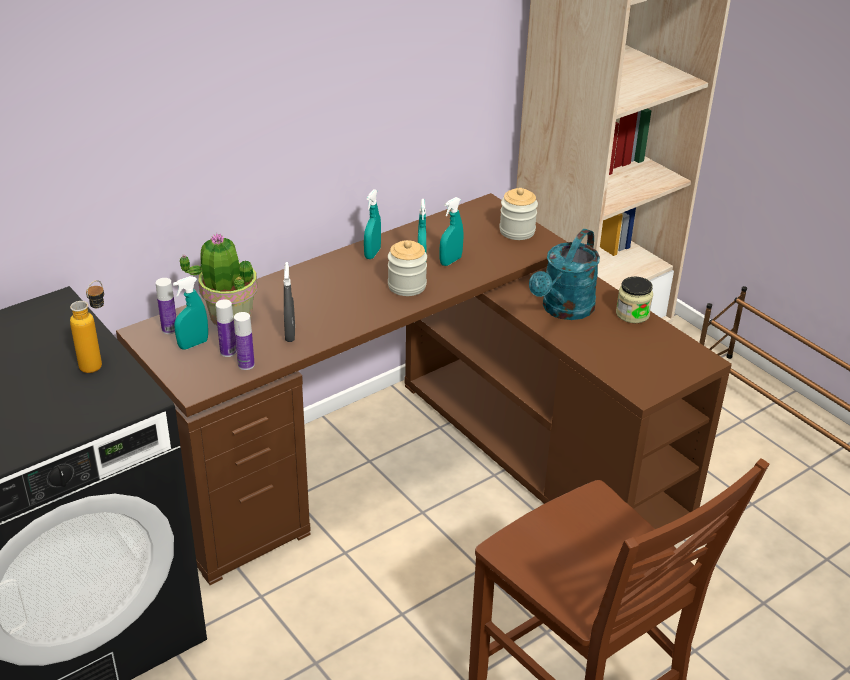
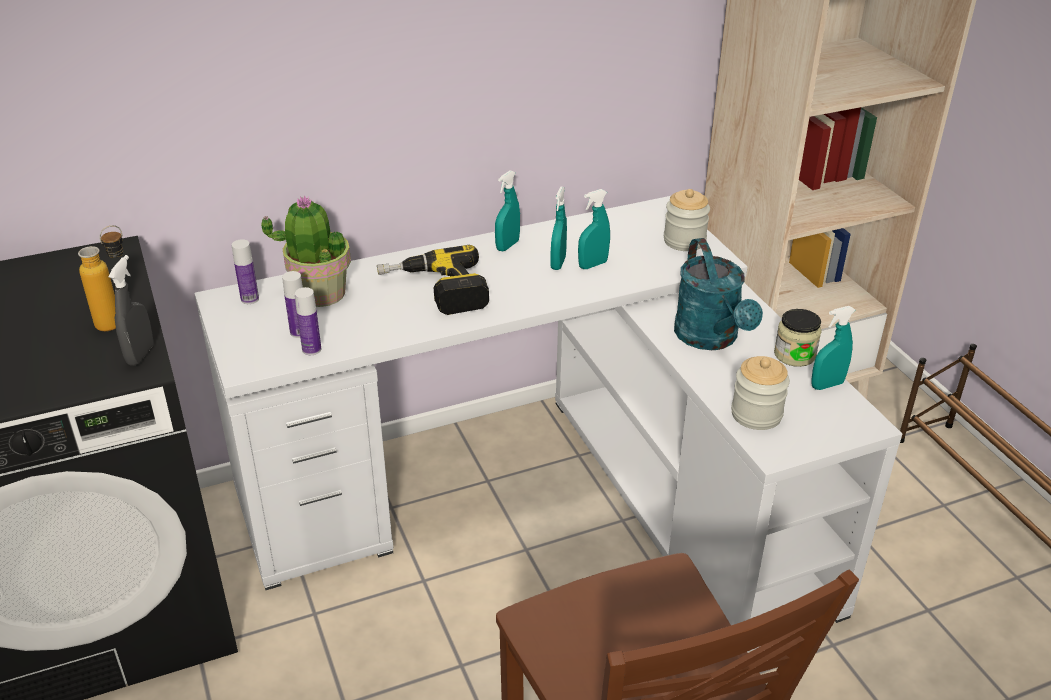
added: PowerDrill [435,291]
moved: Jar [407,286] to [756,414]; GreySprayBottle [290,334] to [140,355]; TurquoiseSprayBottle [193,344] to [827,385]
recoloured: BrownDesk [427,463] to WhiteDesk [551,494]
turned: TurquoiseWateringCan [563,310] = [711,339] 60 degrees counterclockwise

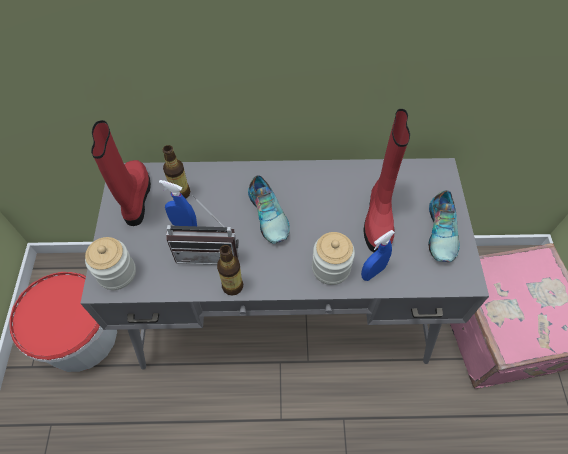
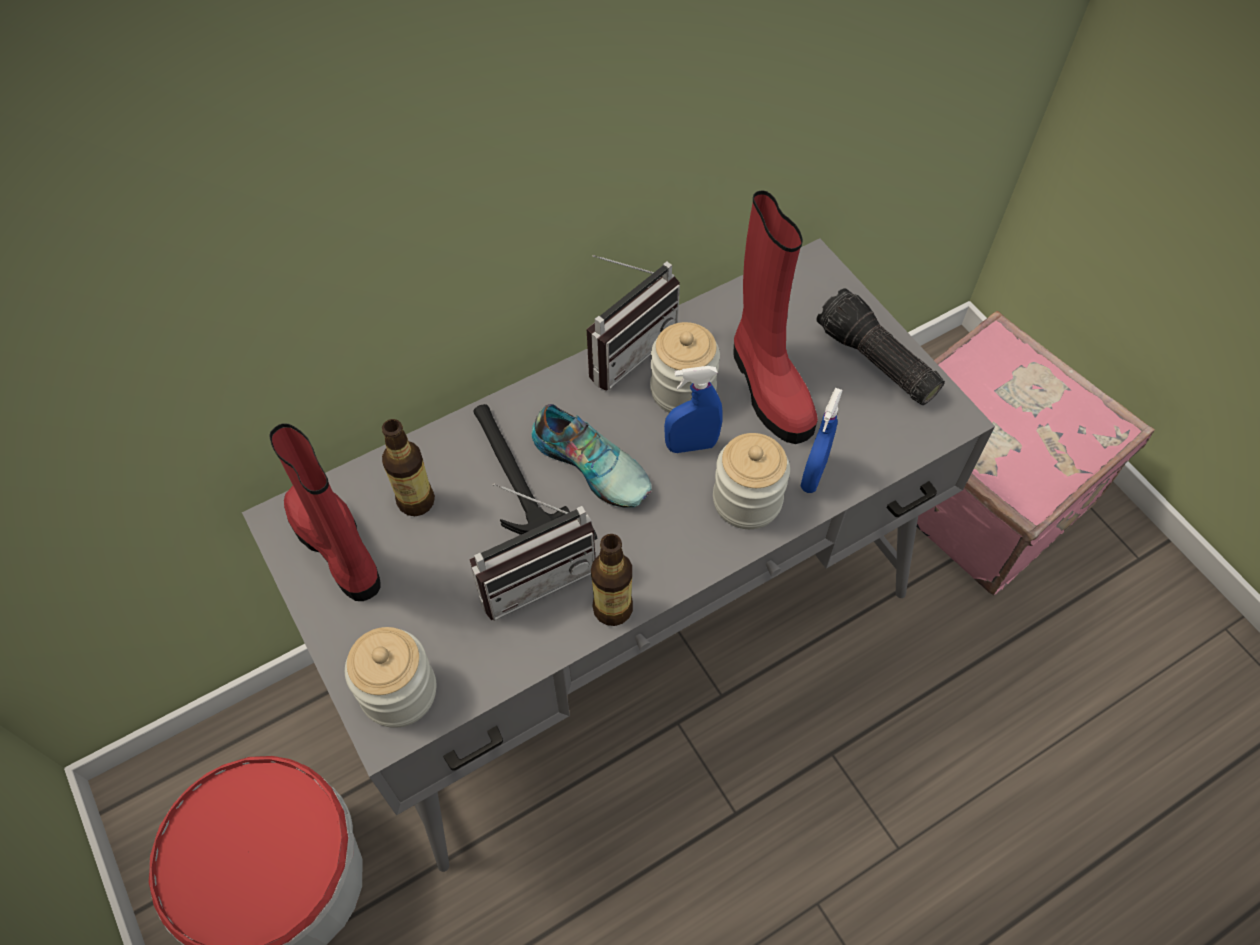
added: Radio [625,348]; Jar [682,390]; Hammer [510,471]
moved: BlueSprayBottle [184,225] to [691,445]
replaced: Shoe [442,231] to Flashlight [874,361]

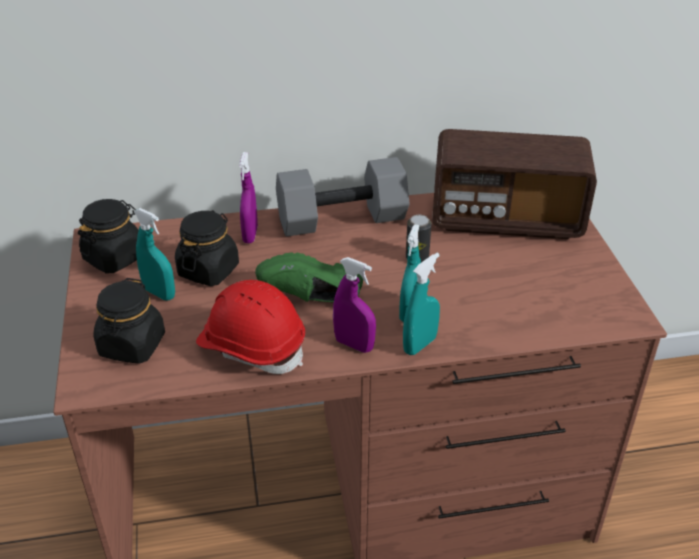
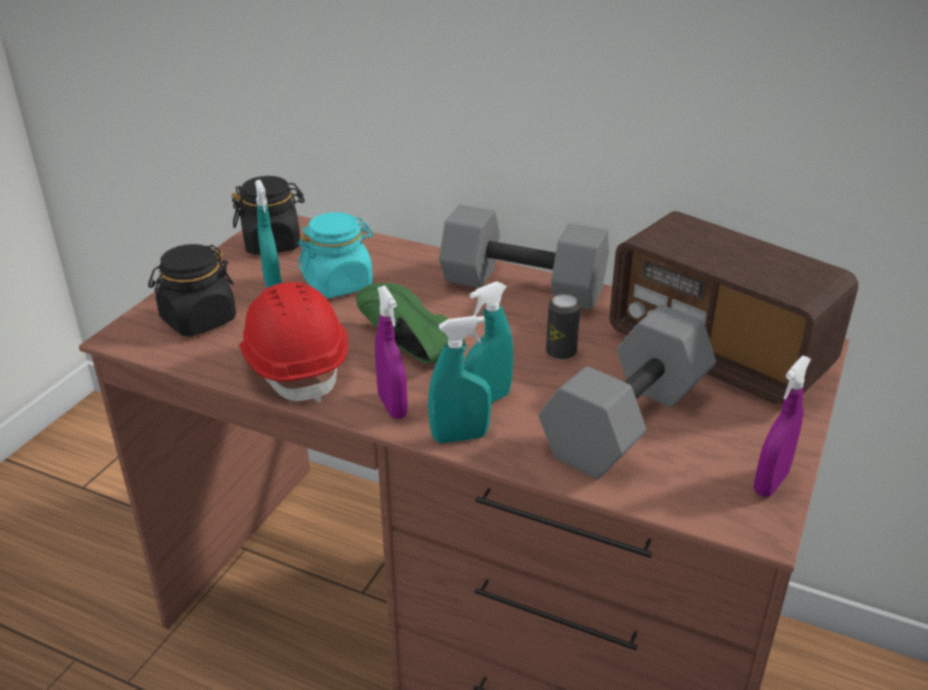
added: GreyDumbbell [625,419]
moved: PurpleSprayBottle [250,235] to [770,483]
recoloured: BlackJar [208,270] to TurquoiseJar [338,284]

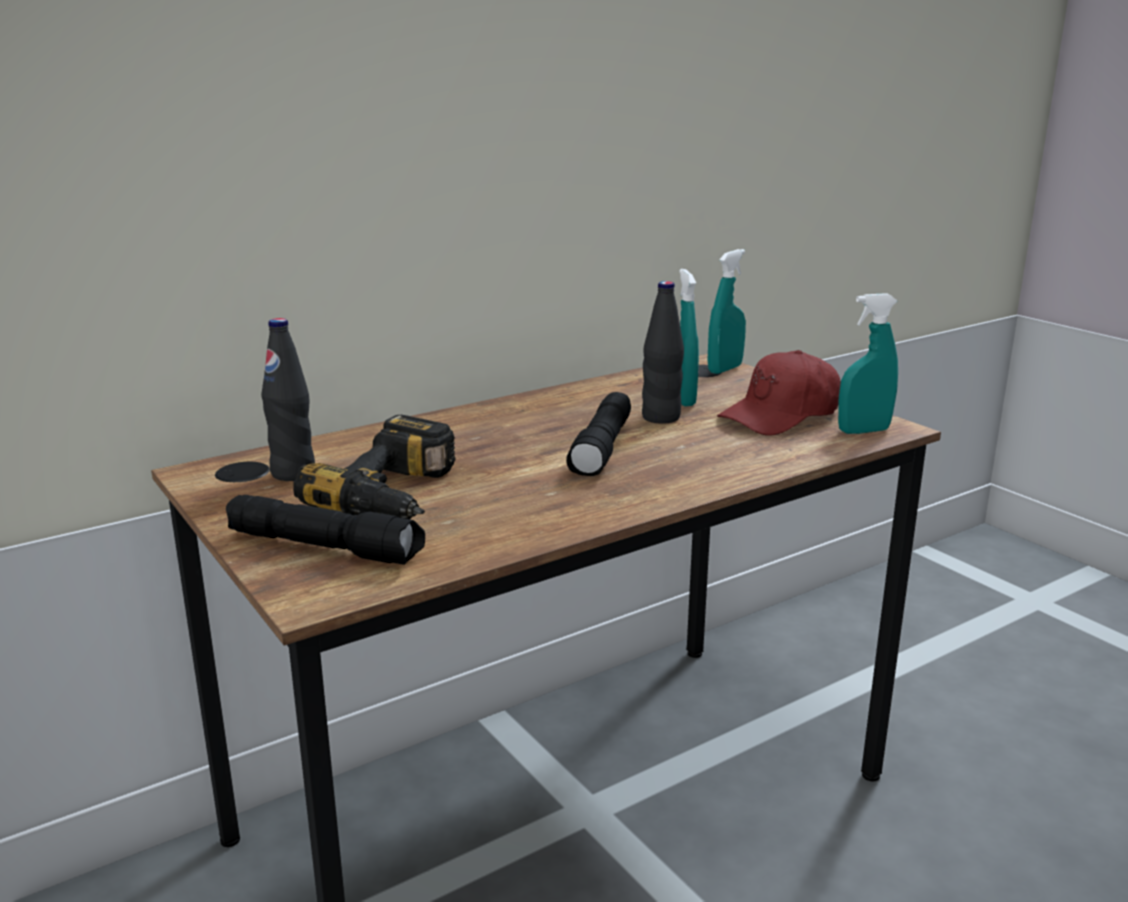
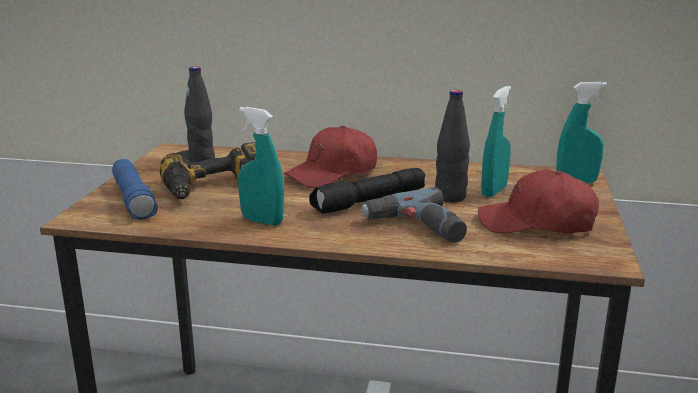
added: RedCap [333,173]; PowerDrill [416,228]
moved: TurquoiseSprayBottle [863,431] to [262,221]
recoloured: BlackFlashlight [327,547] to BlueFlashlight [135,199]

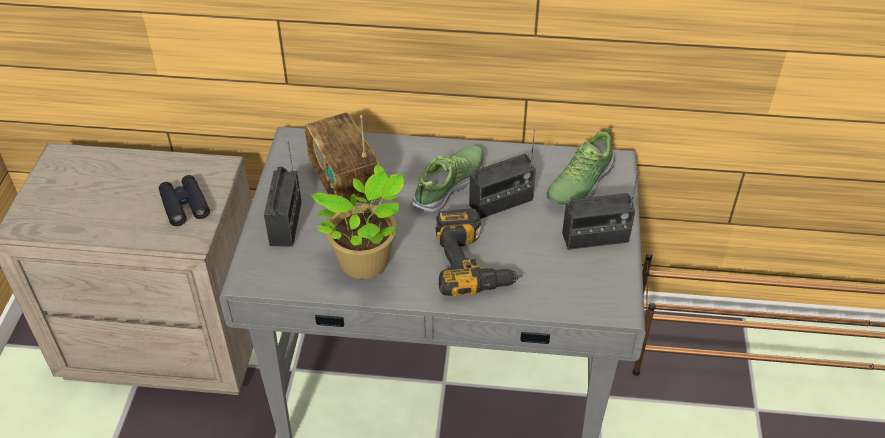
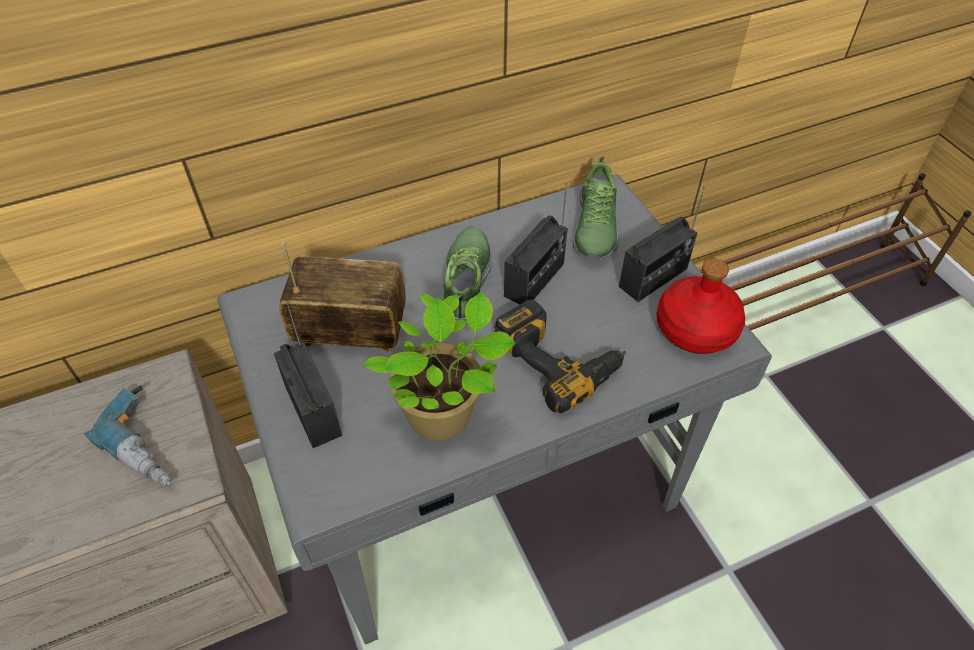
added: RedBottle [694,329]
replaced: BlackBinoculars [184,205] to PowerDrill [151,442]
turned: Radio [345,185] = [351,332] 150 degrees clockwise

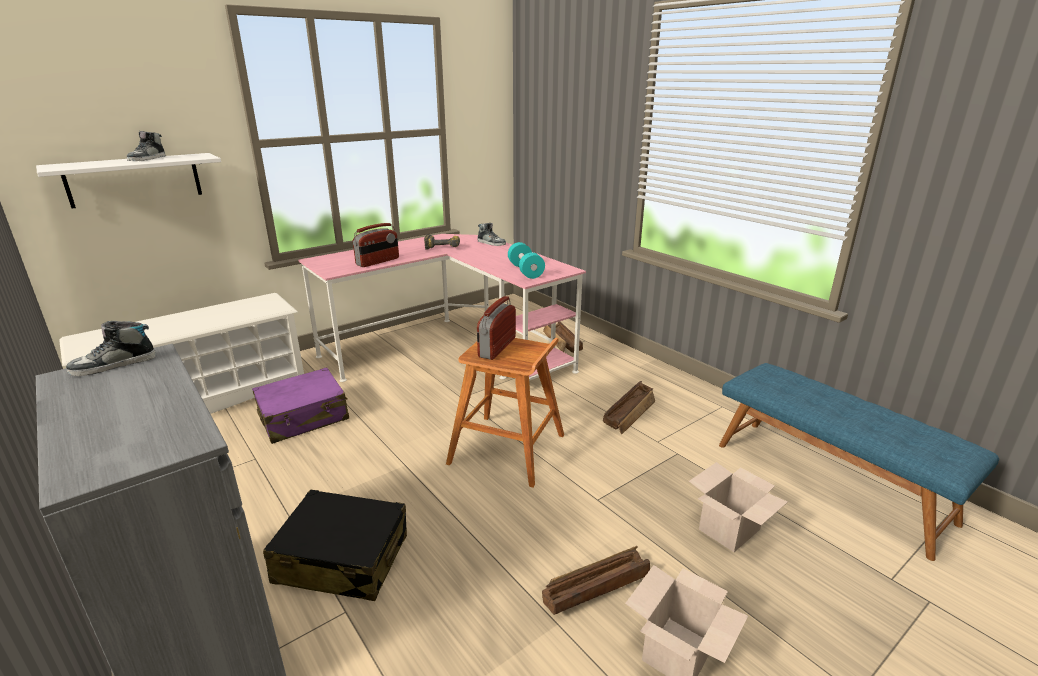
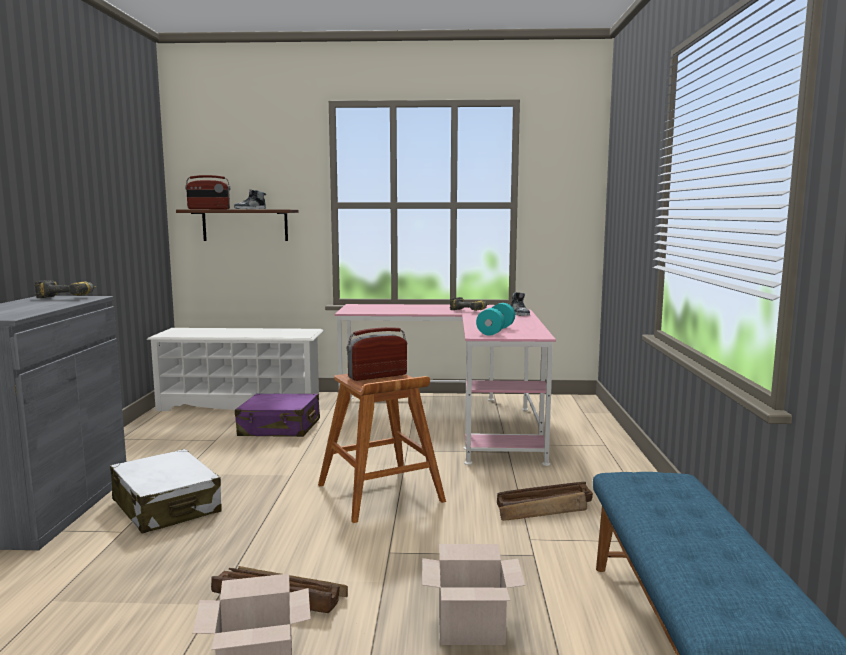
removed: Crate [562,342]
moved: Radio [378,262] to [209,209]
replaced: Shoe [114,365] to PowerDrill [69,297]
recoloured: WhiteShelf [134,180] to BrownShelf [245,225]; BlackSuitcase [342,559] to WhiteSuitcase [166,506]

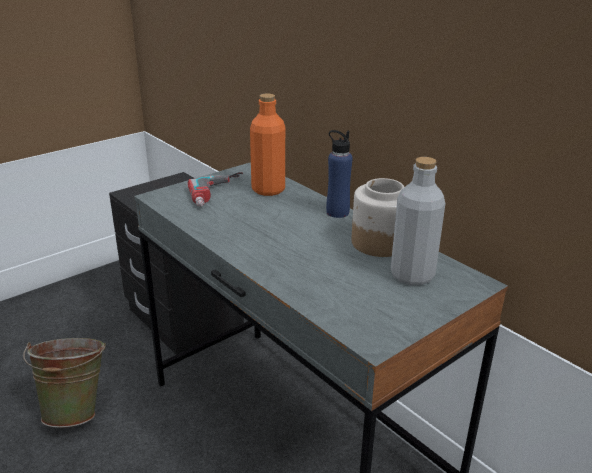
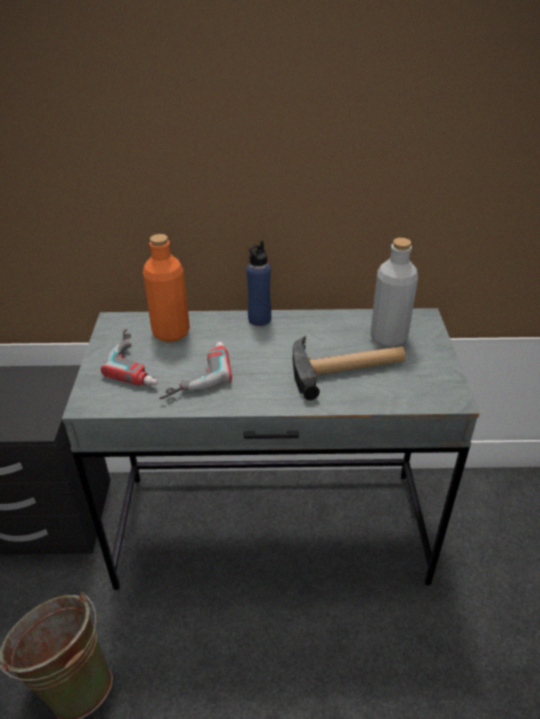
removed: Jar [379,242]
added: Hammer [348,368]; PowerDrill [194,374]

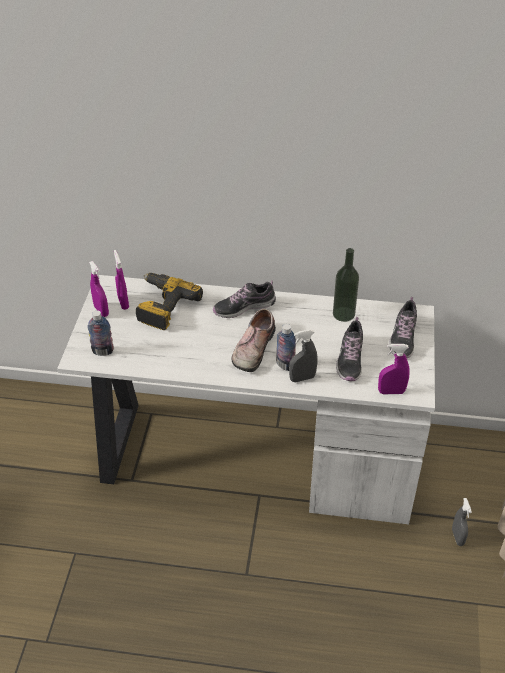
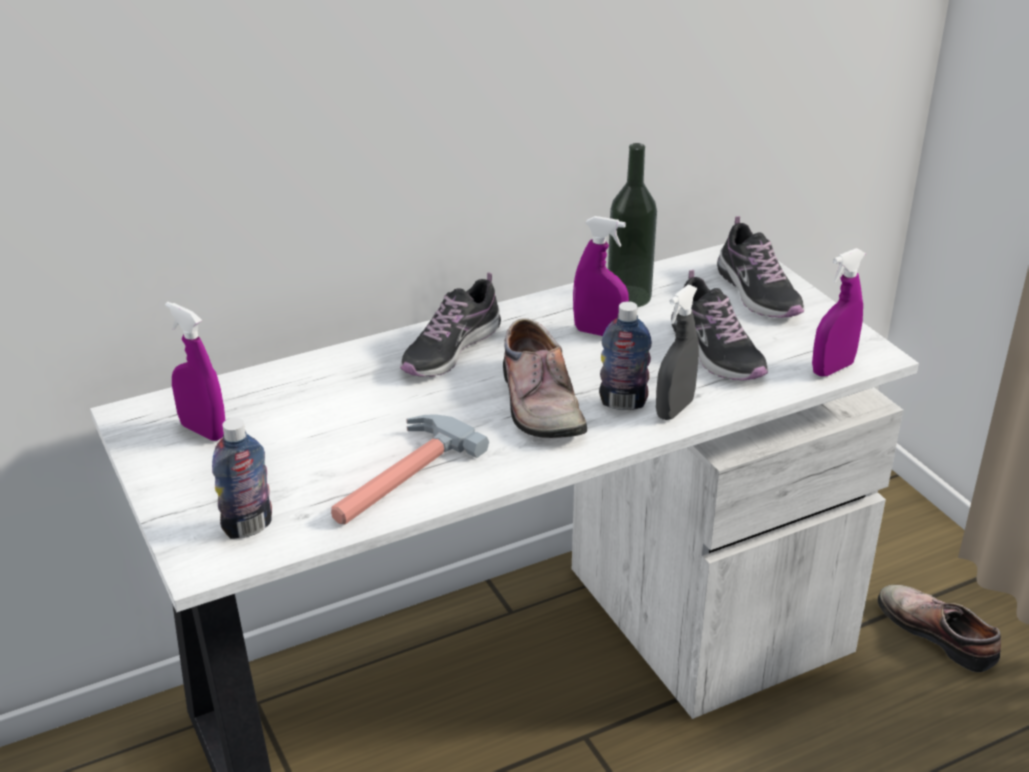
removed: PowerDrill [162,306]
added: Hammer [398,476]
moved: PurpleSprayBottle [101,311] to [599,332]
replaced: GreySprayBottle [457,537] to Shoe [939,632]

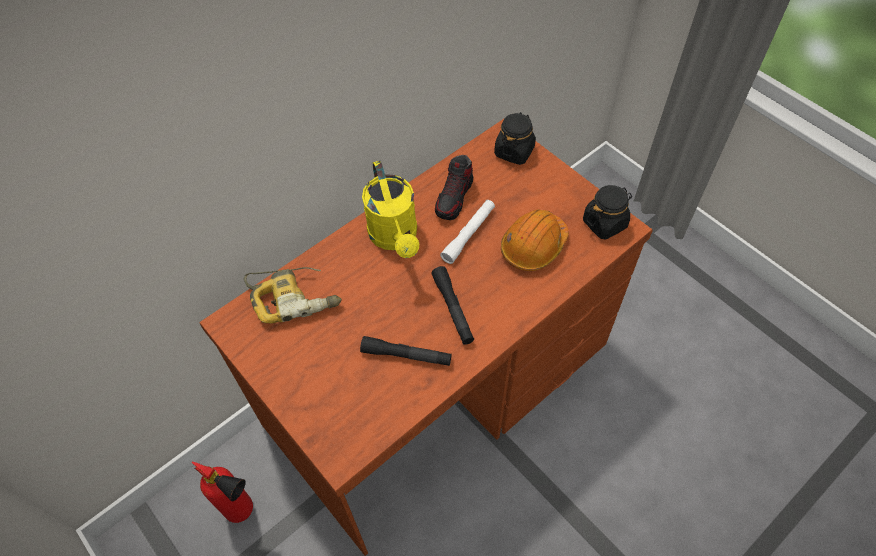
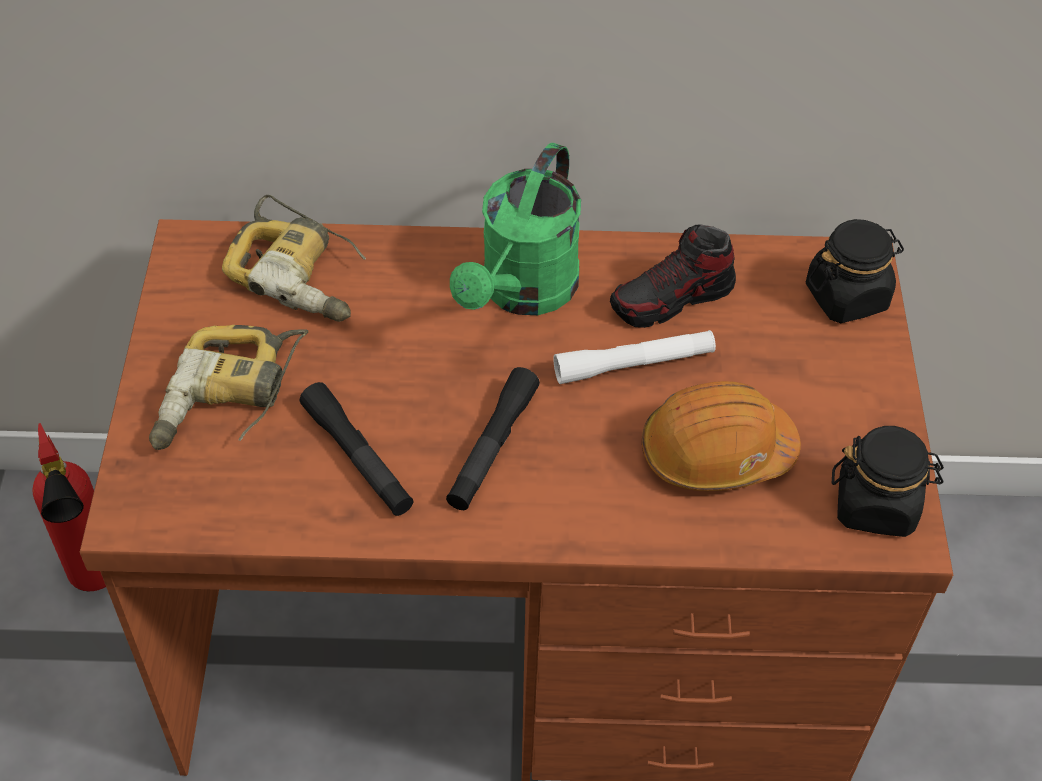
added: PowerDrill [230,399]
recoloured: YellowWateringCan [395,237] to GreenWateringCan [522,293]

